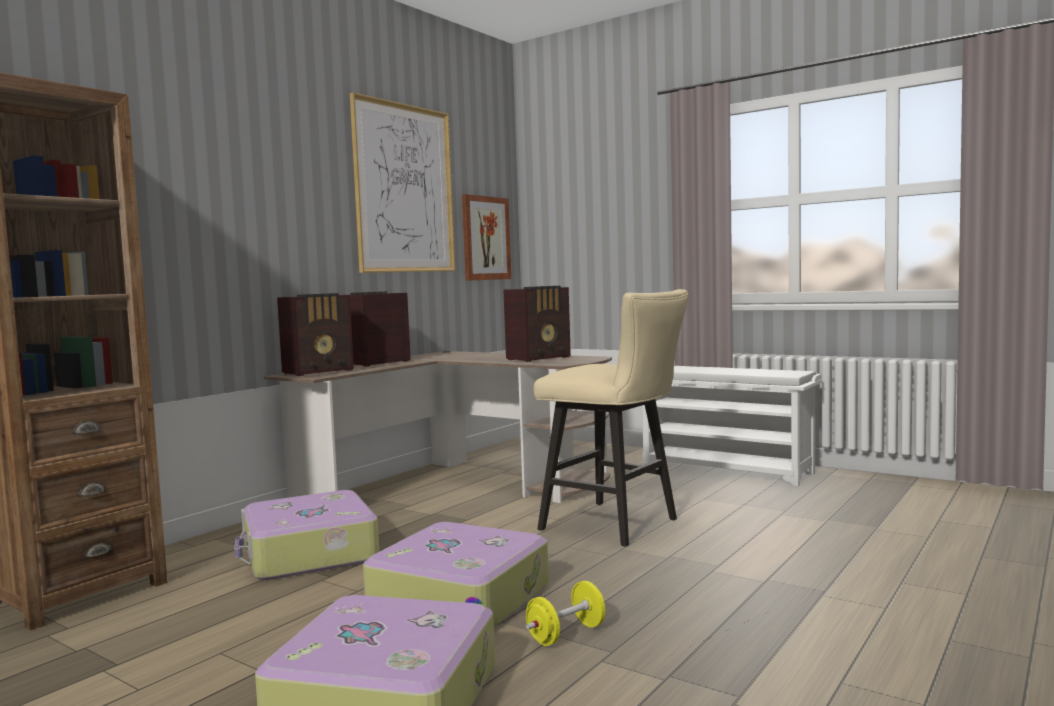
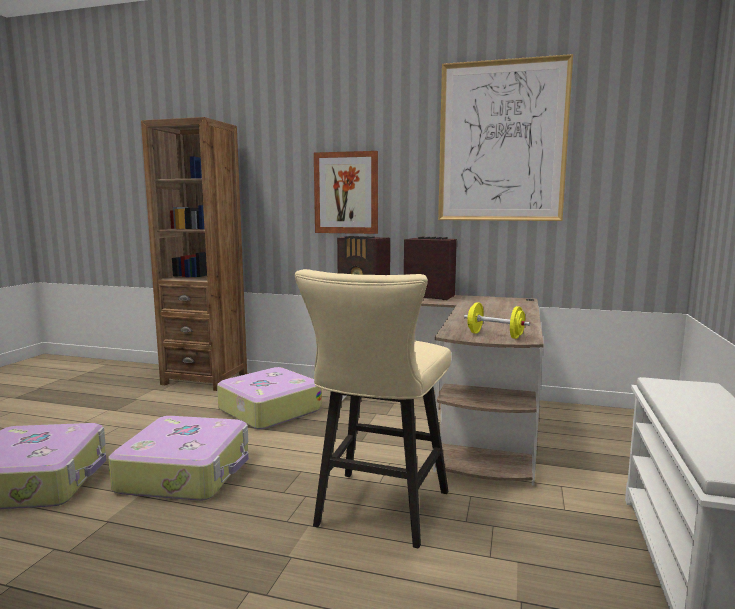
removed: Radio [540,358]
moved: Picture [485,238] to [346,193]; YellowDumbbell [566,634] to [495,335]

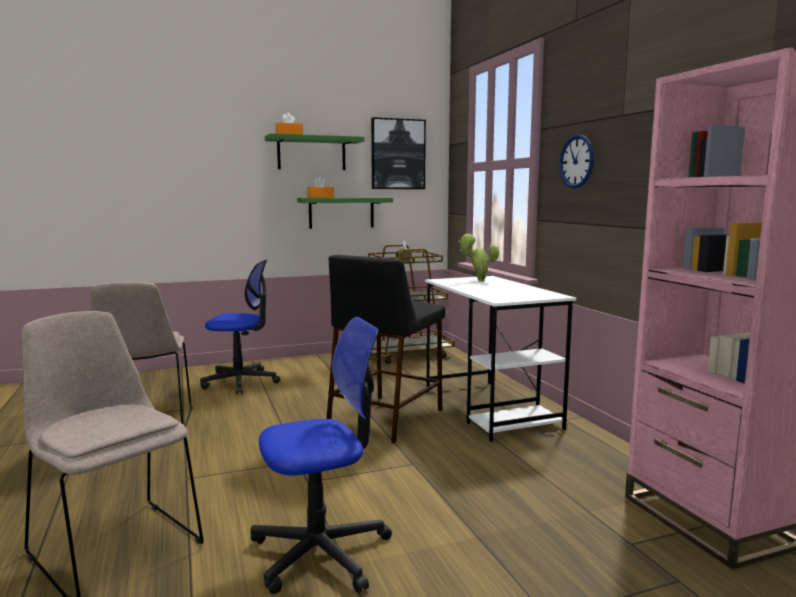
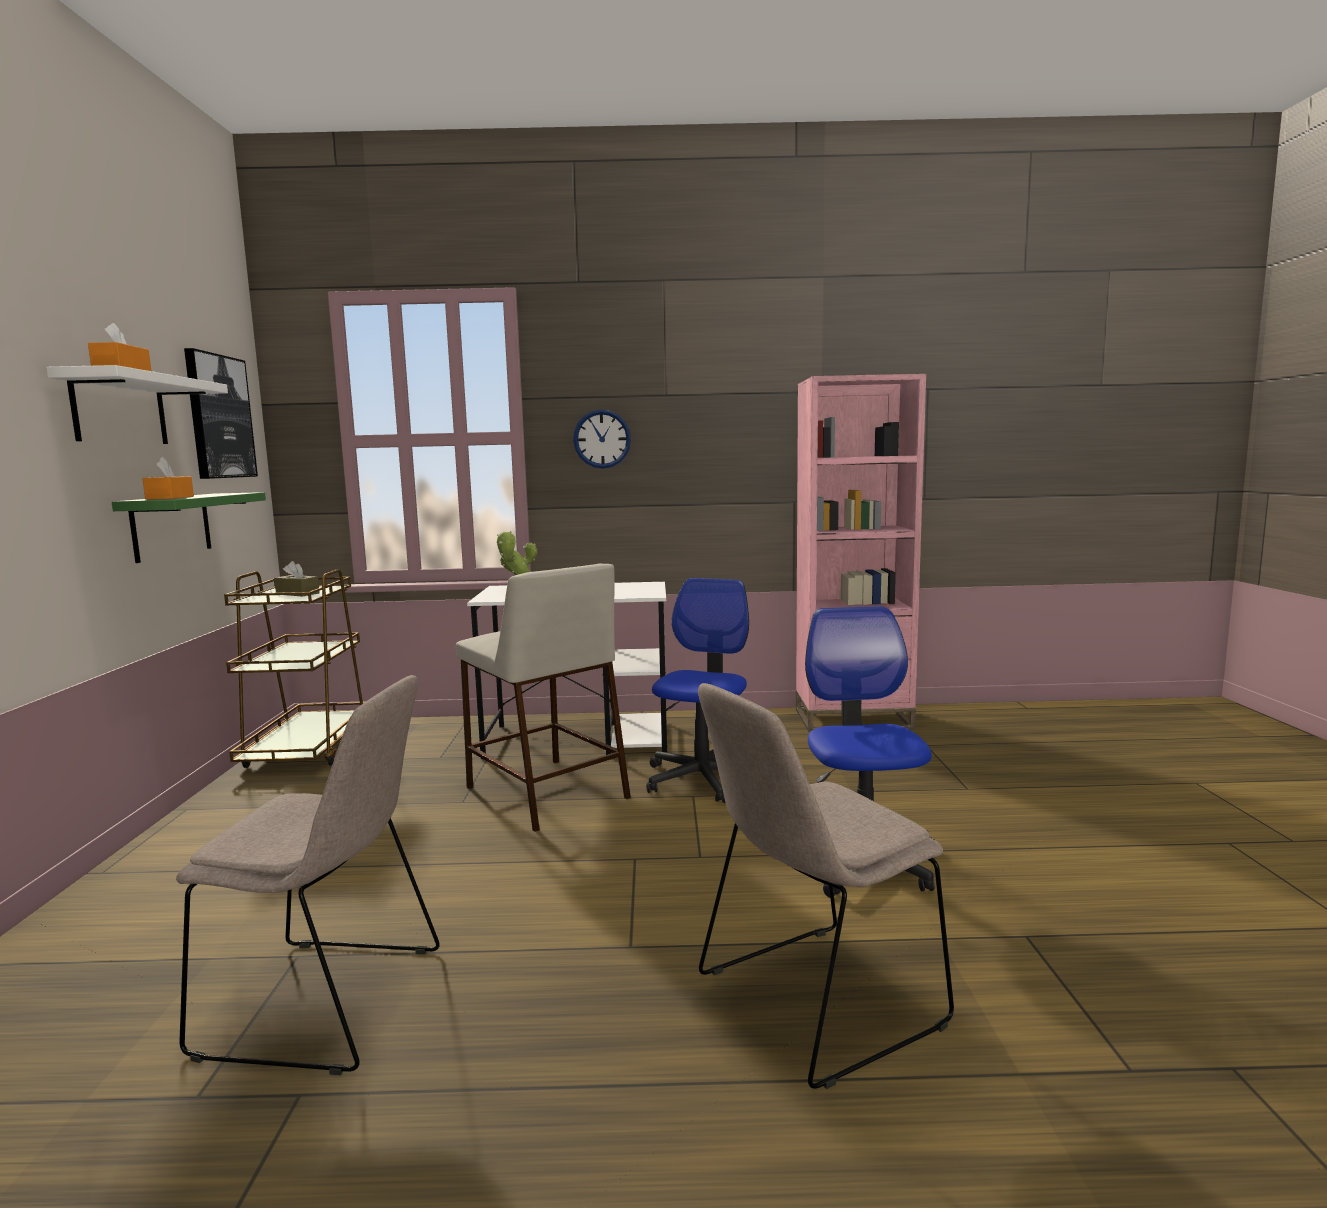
moved: OfficeChair [241,382] to [703,779]
recoloured: GreenShelf [311,153] to WhiteShelf [120,410]; BlackStool [386,417] to BeigeStool [545,792]

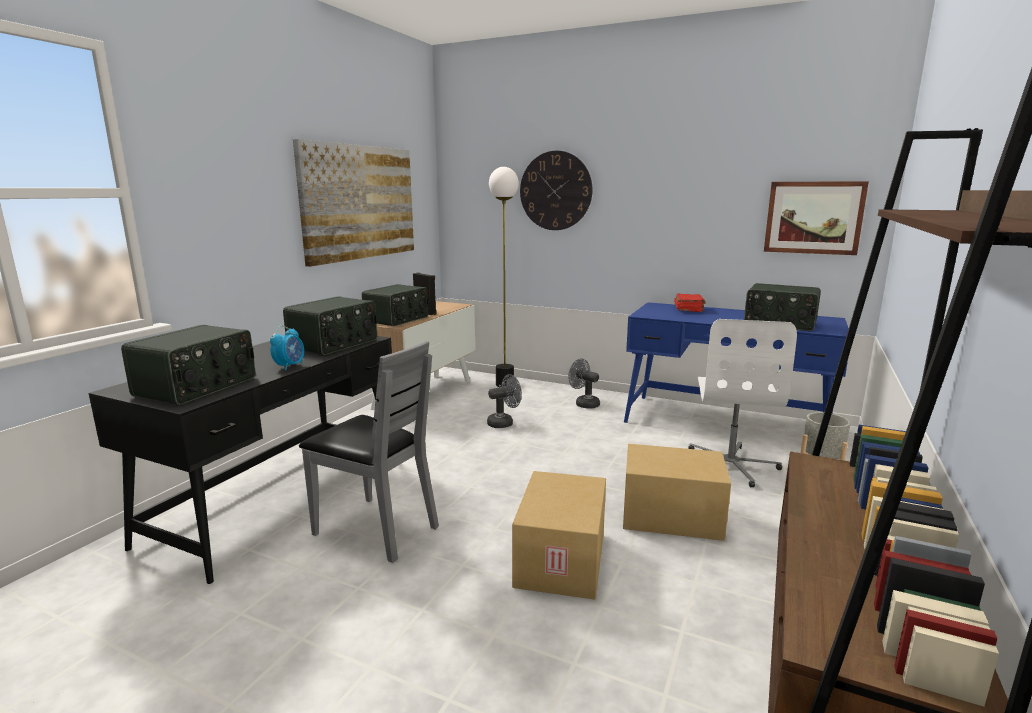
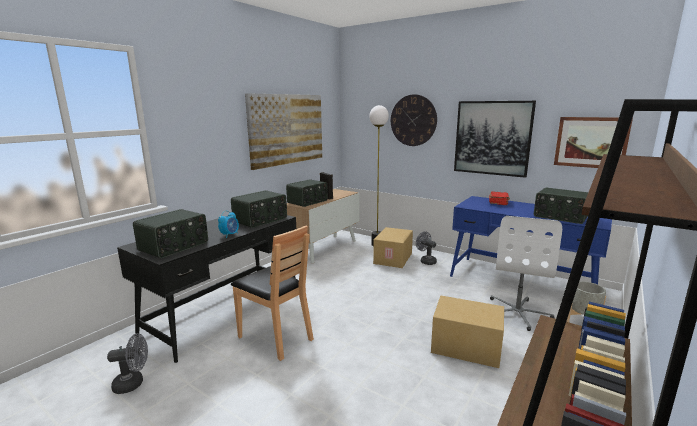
added: Picture [492,138]
moved: GreyFan [504,423] to [133,383]; CardboardBox [562,560] to [393,258]
recoloured: GreyChair [376,529] to BrownChair [276,337]

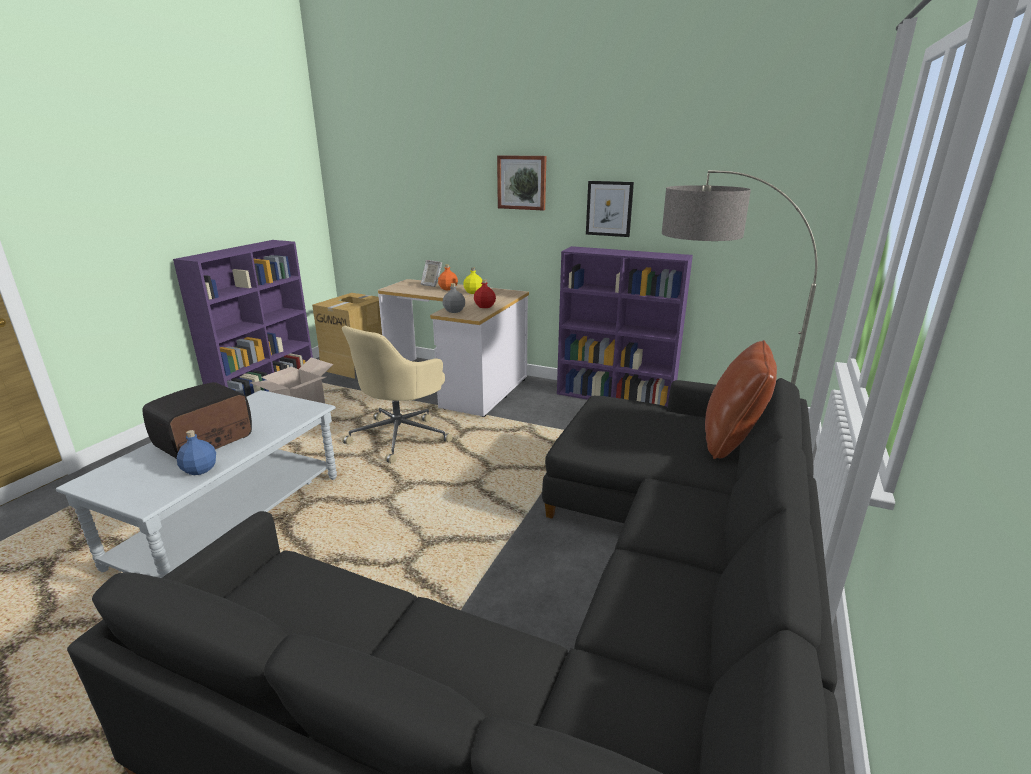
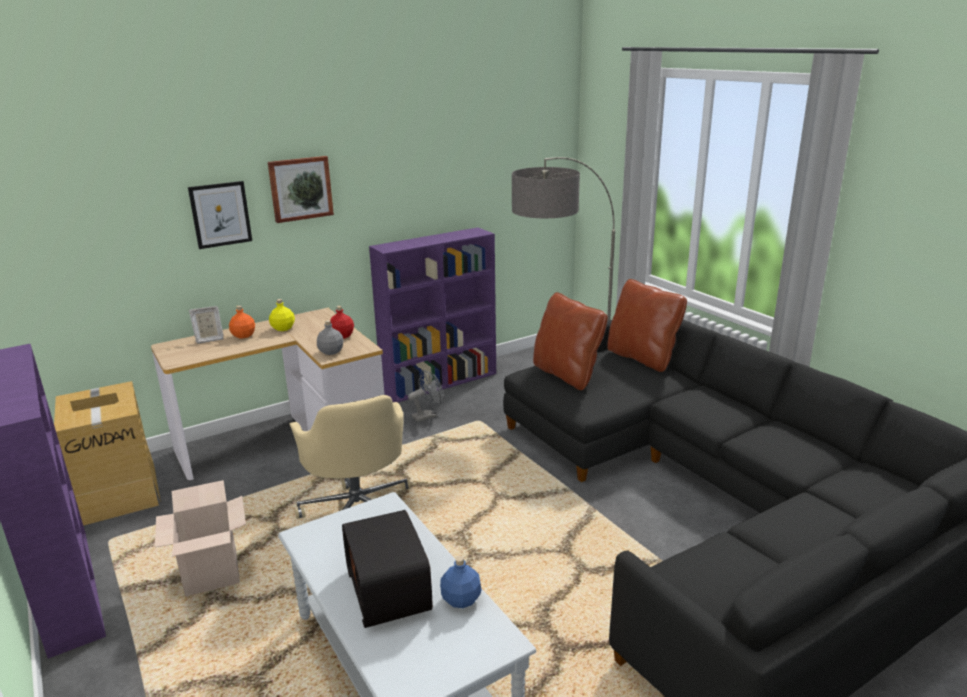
added: BrownPillow [567,374]; GreyFan [427,416]
moved: Picture [609,208] to [220,214]

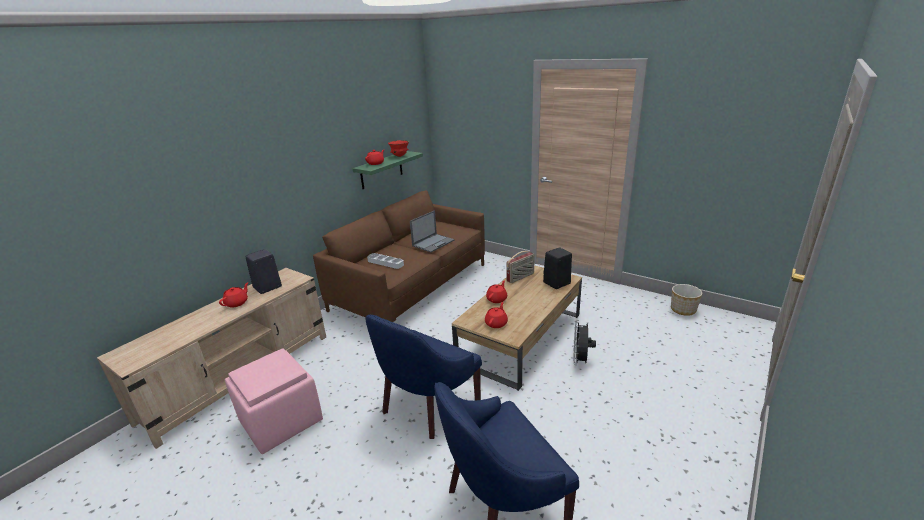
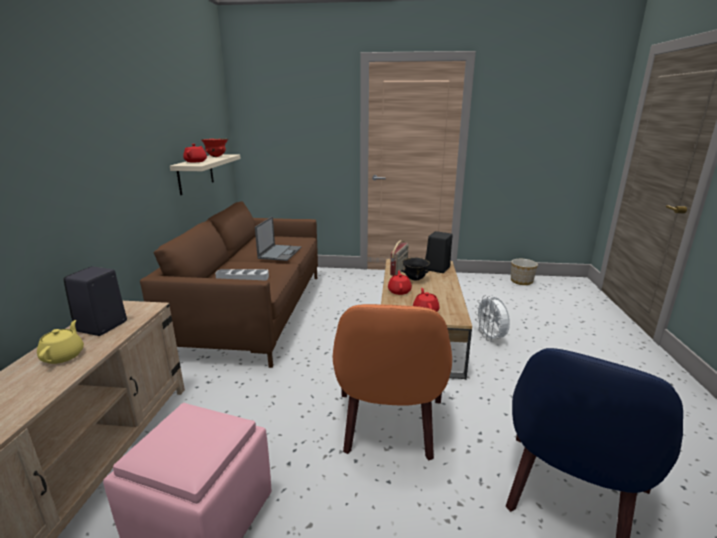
added: BlackBowl [414,279]
recoloured: GreenShelf [381,170] to BeigeShelf [195,173]; RedTeapot [237,303] to YellowTeapot [64,355]; BlueArmchair [426,405] to OrangeArmchair [389,425]; BlackFan [580,361] to WhiteFan [490,338]

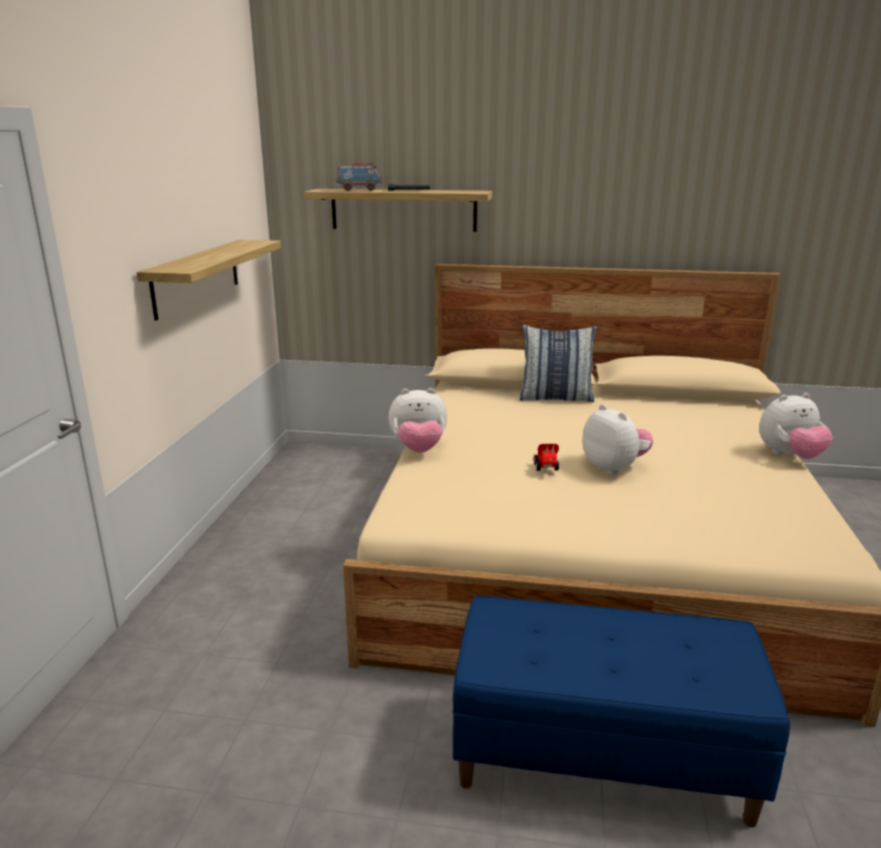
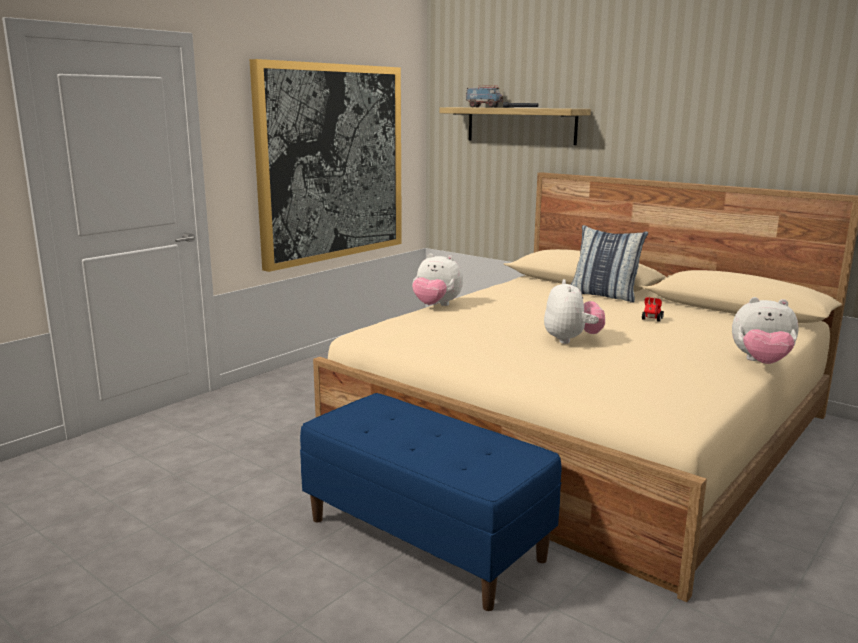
moved: ToyCar [546,469] to [651,320]
replaced: Shelf [197,277] to Picture [331,163]

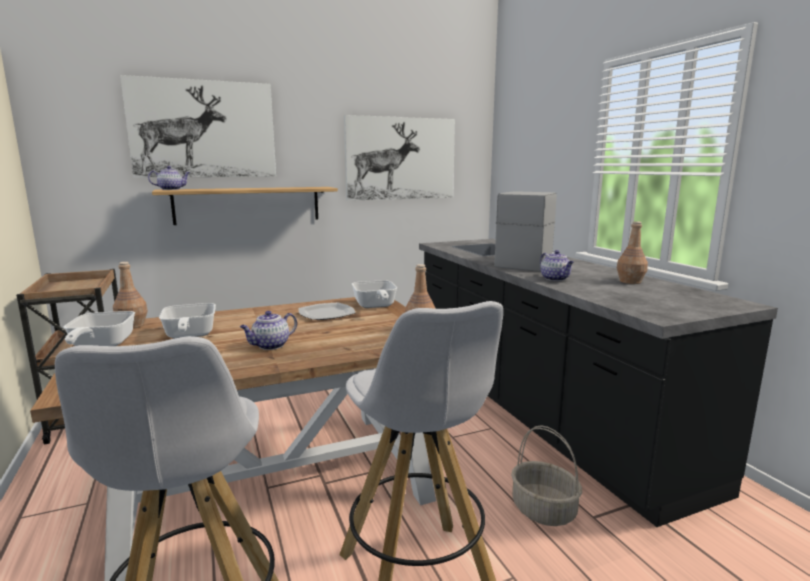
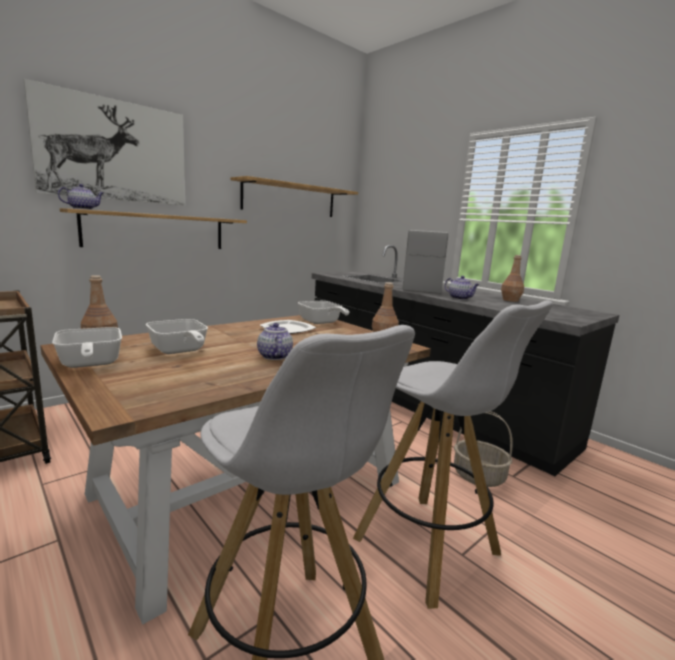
replaced: Picture [400,158] to Shelf [290,199]
turned: Teapot [270,346] = [274,356] 135 degrees clockwise

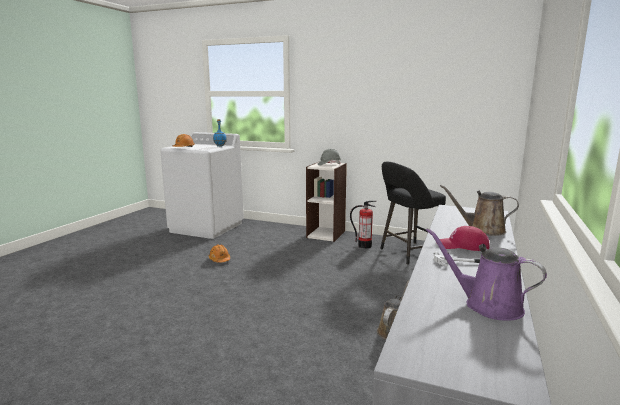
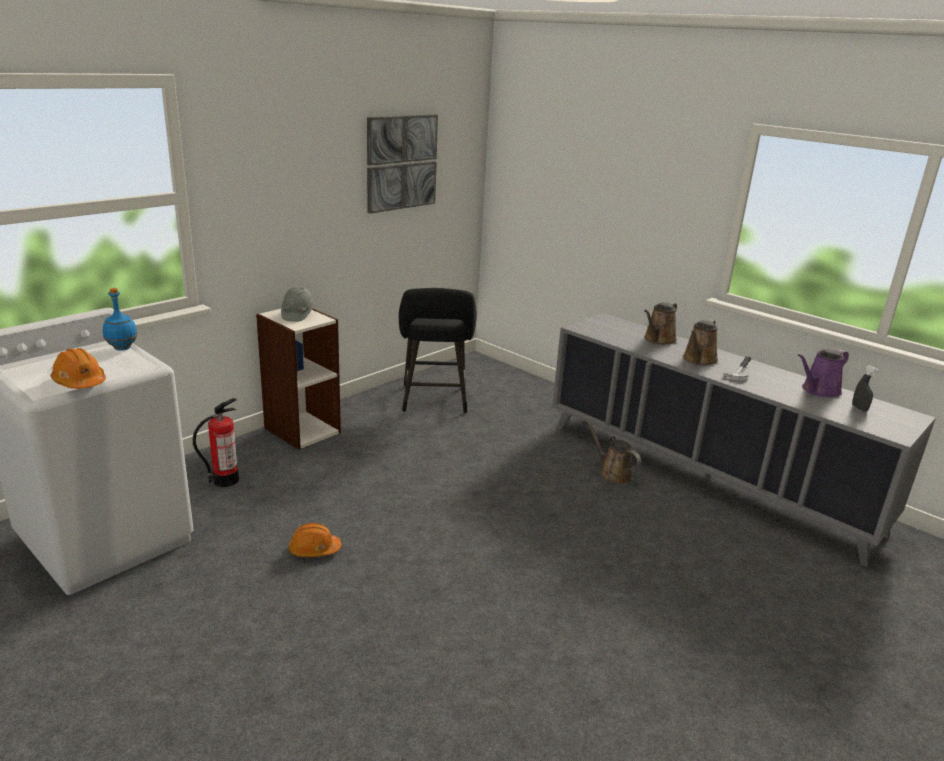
added: Picture [401,162]; GreySprayBottle [859,408]
moved: FireExtinguisher [364,245] to [225,480]
replaced: RedCap [462,246] to BrownWateringCan [699,360]

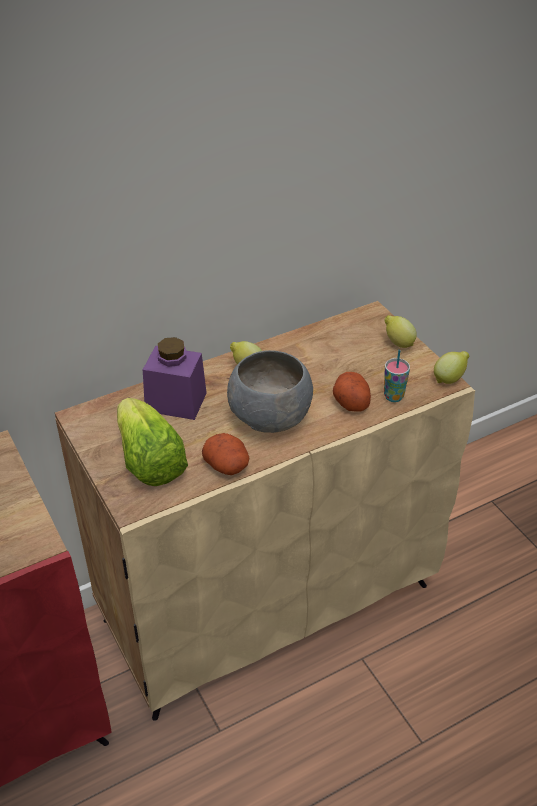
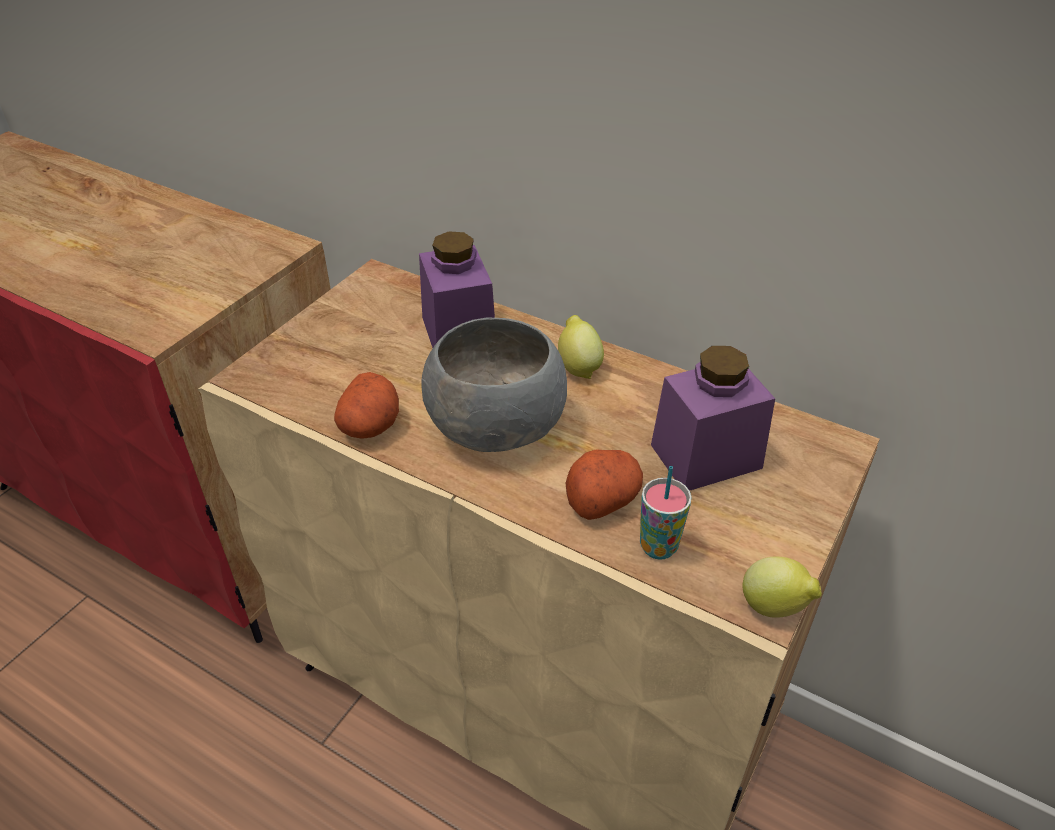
removed: Lemon [398,343]; Lettuce [149,461]
added: PurpleJar [706,456]

